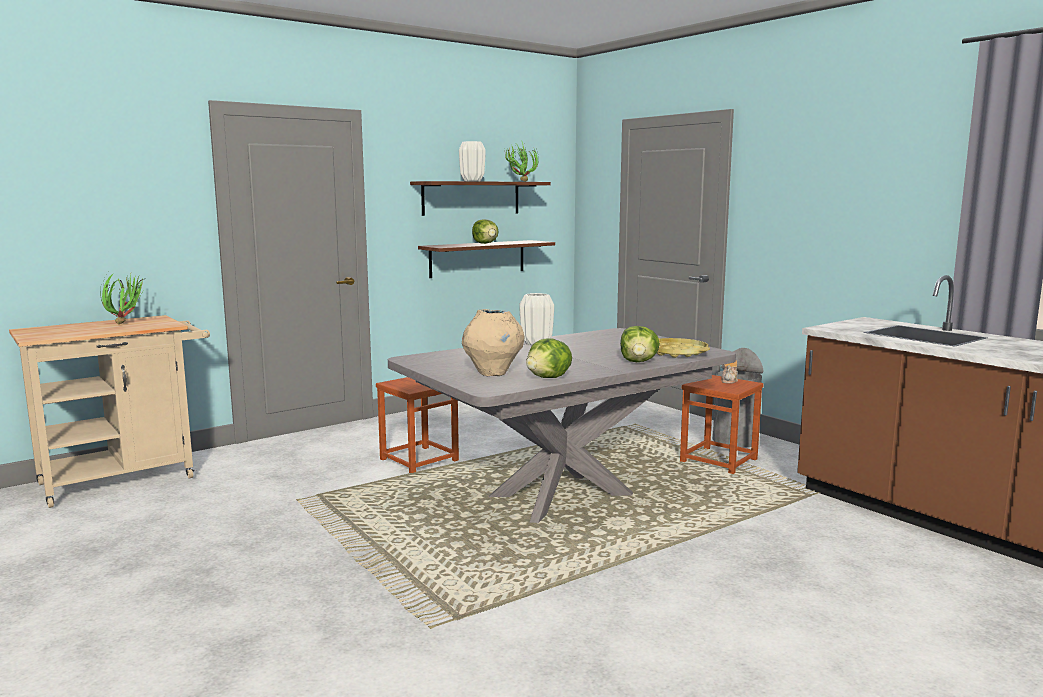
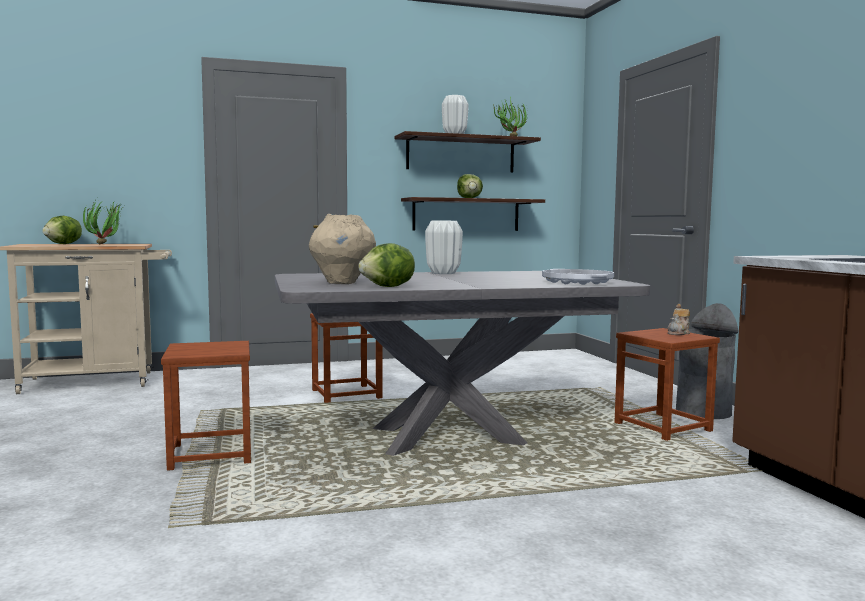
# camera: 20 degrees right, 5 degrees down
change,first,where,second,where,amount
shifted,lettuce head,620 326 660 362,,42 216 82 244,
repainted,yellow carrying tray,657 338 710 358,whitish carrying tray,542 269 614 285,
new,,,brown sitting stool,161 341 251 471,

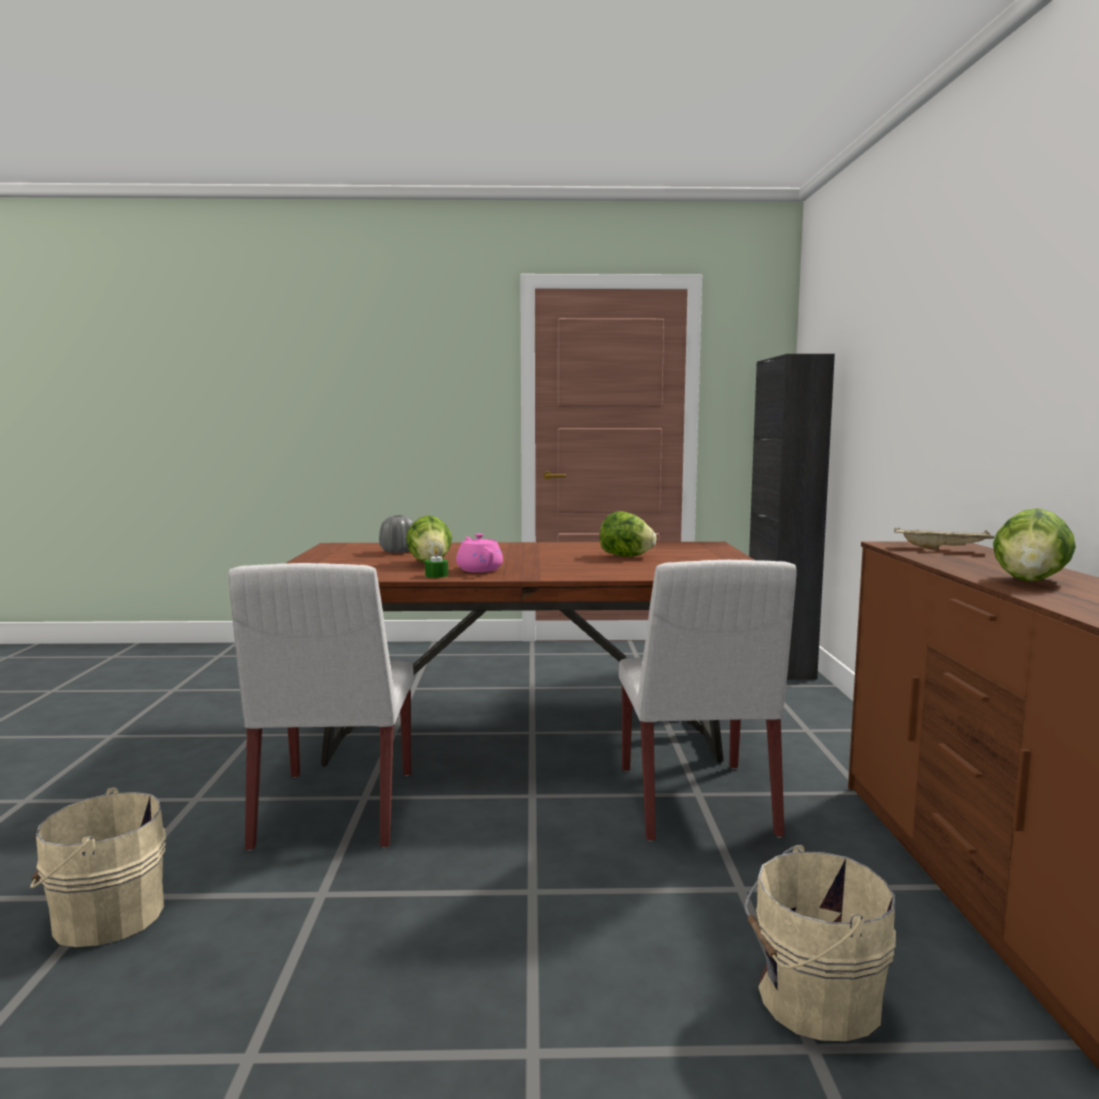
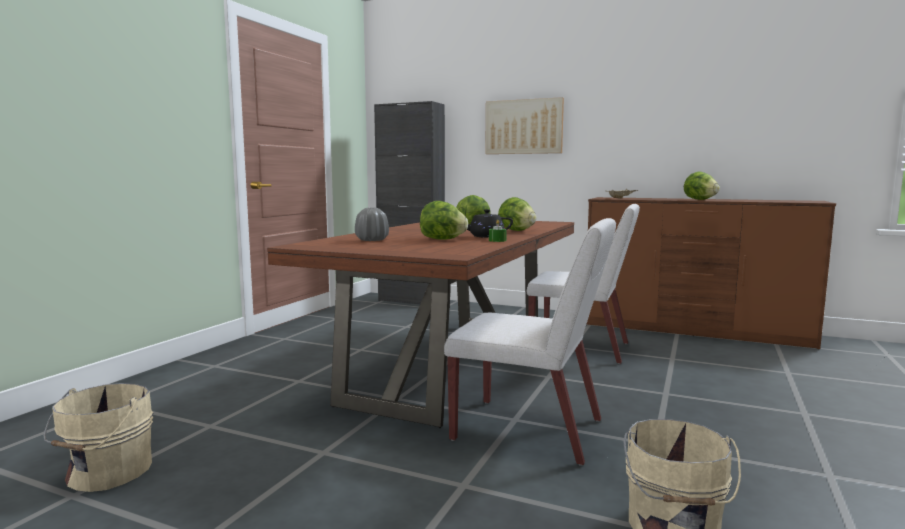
# camera: 65 degrees left, 0 degrees up
change,first,where,second,where,amount
repainted,pink teapot,456 534 503 572,black-coloured teapot,467 209 513 238,
shifted,beige-coloured pail,744 845 896 1041,,44 383 153 492,
new,,,picture,485 97 564 154,
new,,,lettuce head,498 197 537 231,

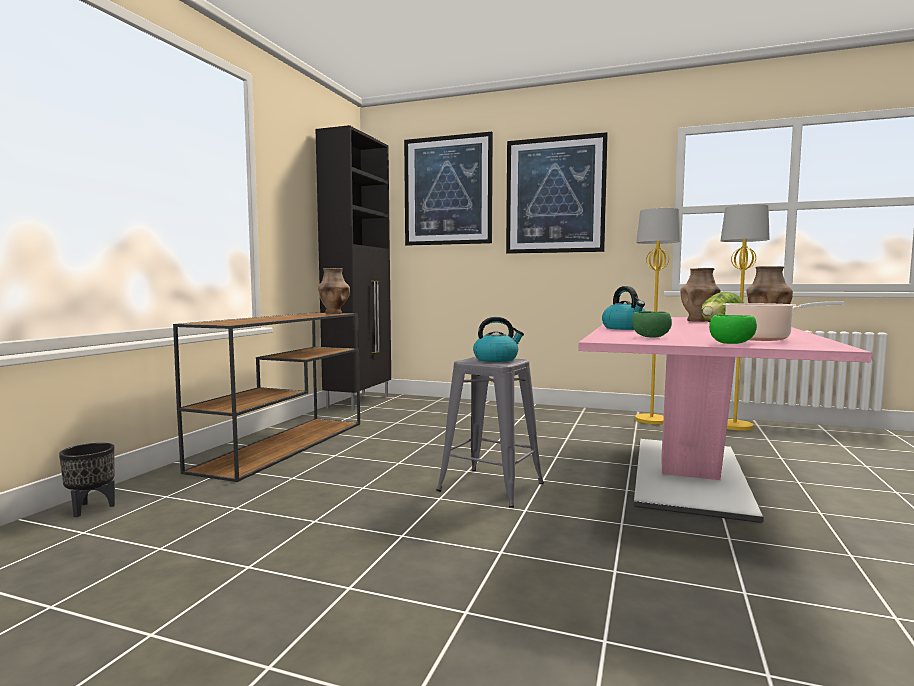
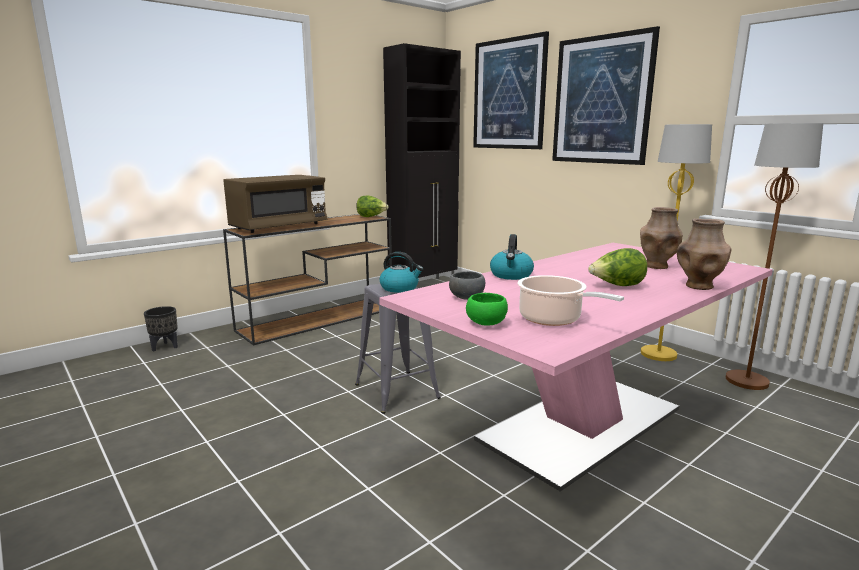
# camera: 30 degrees right, 10 degrees up
change,first,where,second,where,amount
repainted,yellow standing lamp,721 204 770 431,brown standing lamp,726 123 823 390,
swapped,brown decorative vase,318 268 350 314,lettuce head,356 196 388 217,
repainted,greenish bowl,632 311 672 338,grey bowl,449 271 485 300,
new,,,brown microwave oven,223 175 327 233,

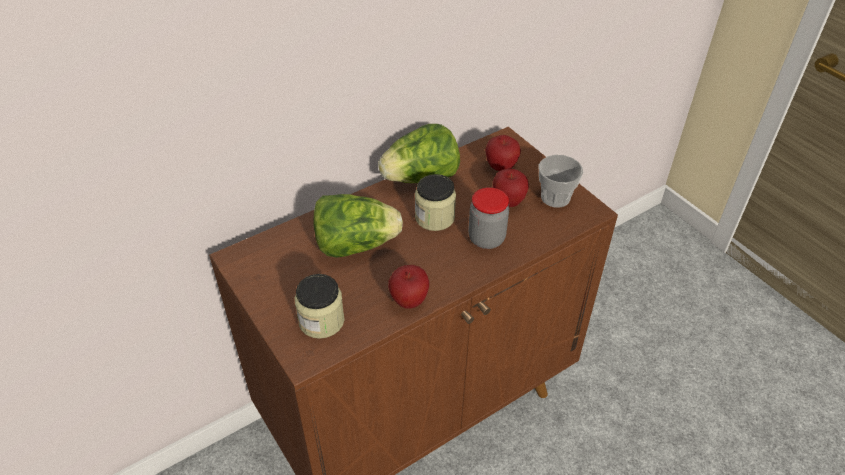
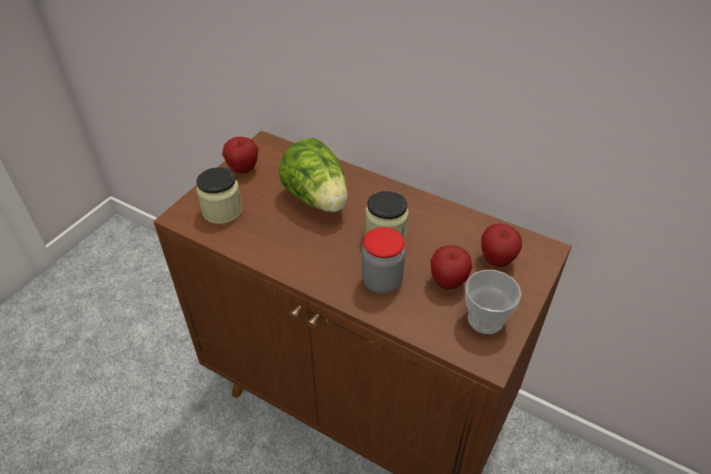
# camera: 65 degrees right, 0 degrees up
change,first,where,second,where,amount
gone,lettuce head,378 124 460 183,,,
shifted,apple fruit,388 265 429 309,,222 137 258 174,

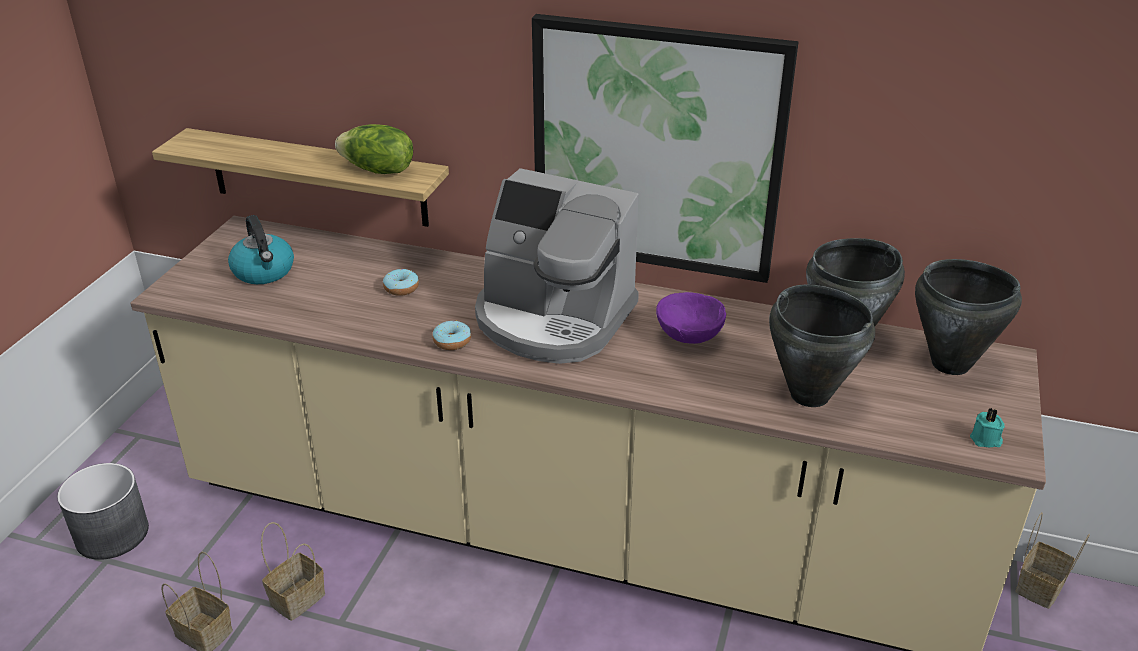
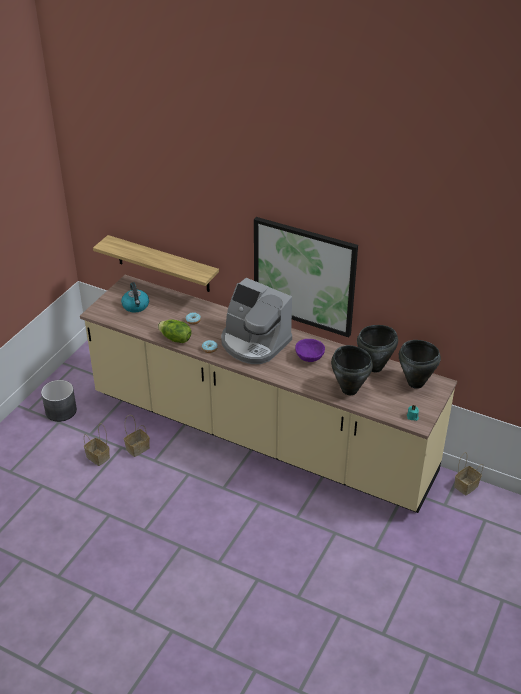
# camera: 10 degrees right, 5 degrees up
change,first,where,second,where,amount
shifted,lettuce head,335 124 413 174,,158 319 191 343,

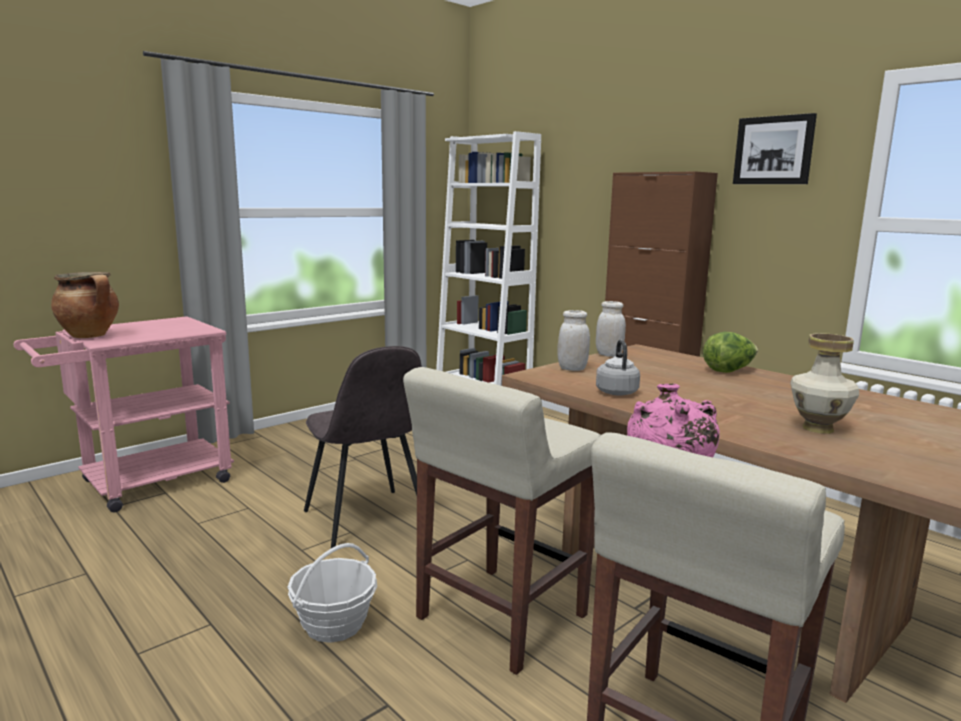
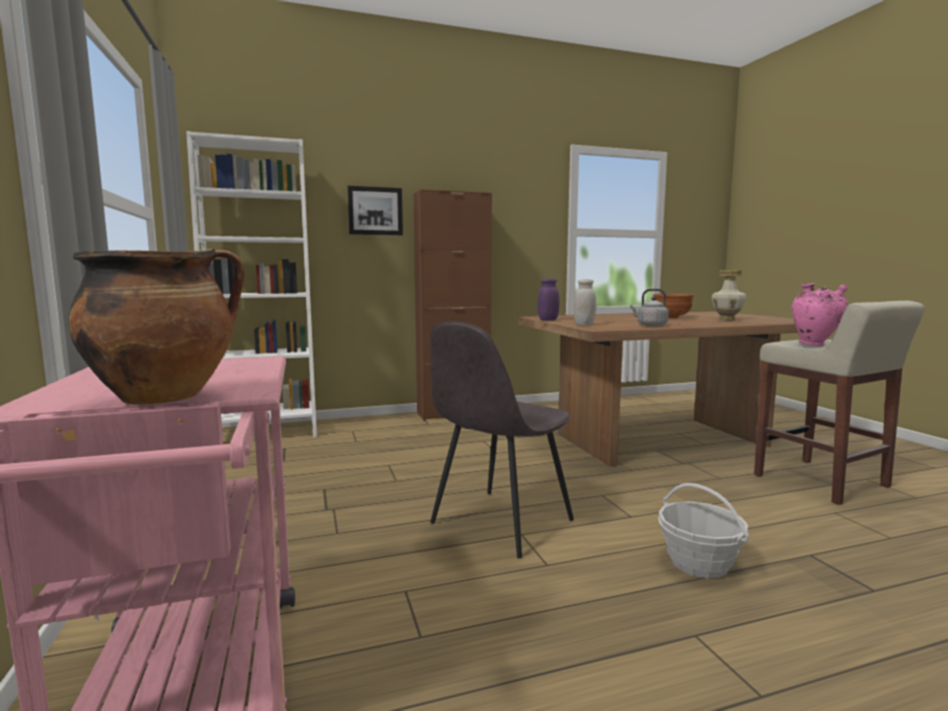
# camera: 65 degrees left, 5 degrees down
change,first,where,second,where,amount
shifted,picture,733 113 817 184,,347 186 403 235,
repainted,whitish preserve jar,596 301 626 357,purple-coloured preserve jar,538 279 560 320,
gone,lettuce head,703 332 758 373,,,
rotated,grey chair,304 346 422 548,,430 321 574 558,135 degrees clockwise
gone,beige-coloured sitting stool,403 367 601 675,,,
new,,,brown bowl,653 294 694 318,

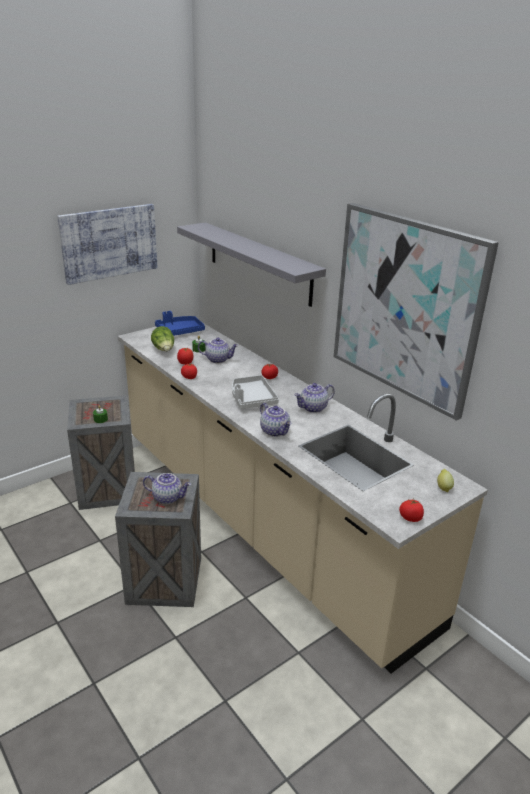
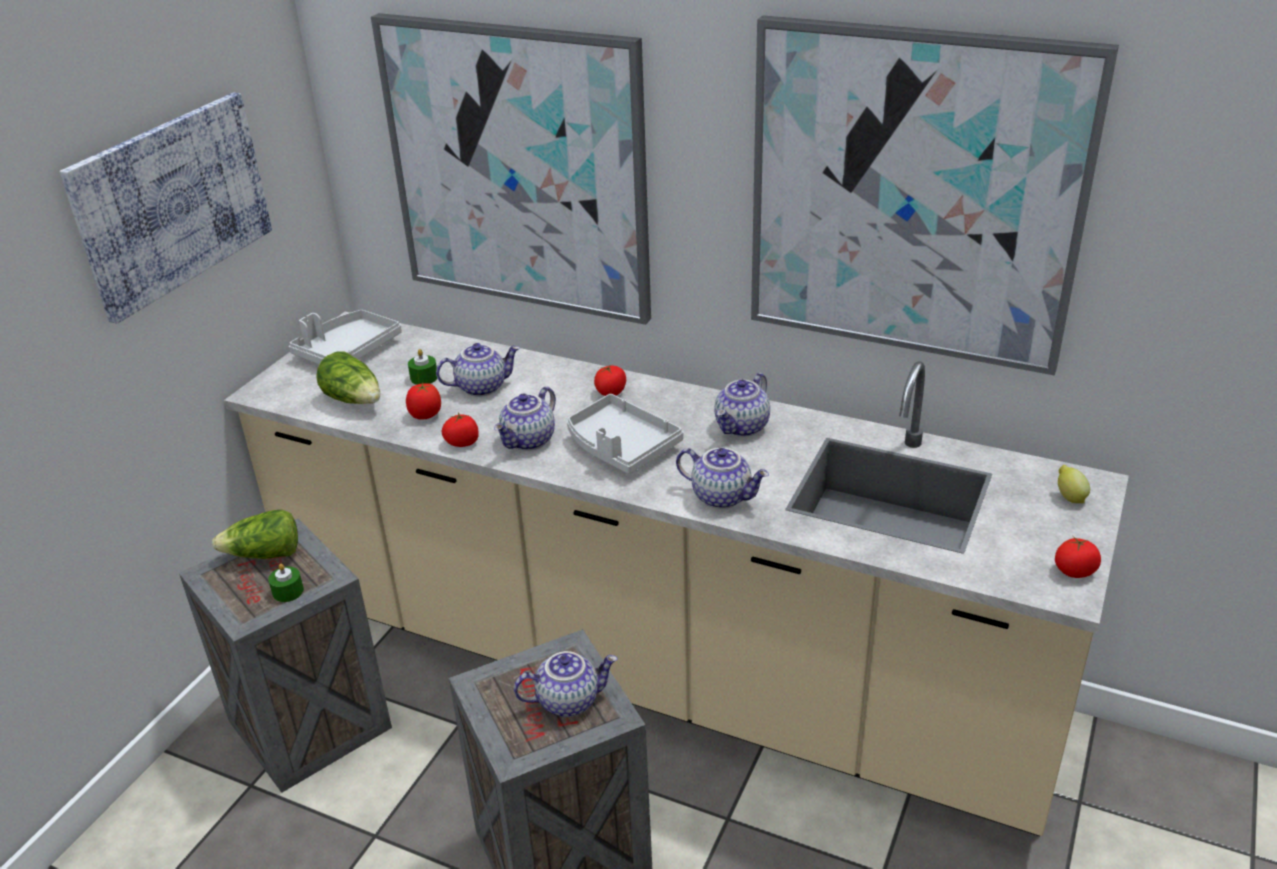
# camera: 25 degrees left, 5 degrees up
change,first,where,second,where,amount
swapped,grey wall shelf,177 222 326 307,picture,371 13 651 325,
repainted,bluish carrying tray,155 311 205 336,grey carrying tray,289 310 402 364,
new,,,teapot,494 386 556 451,
new,,,lettuce head,212 510 298 559,

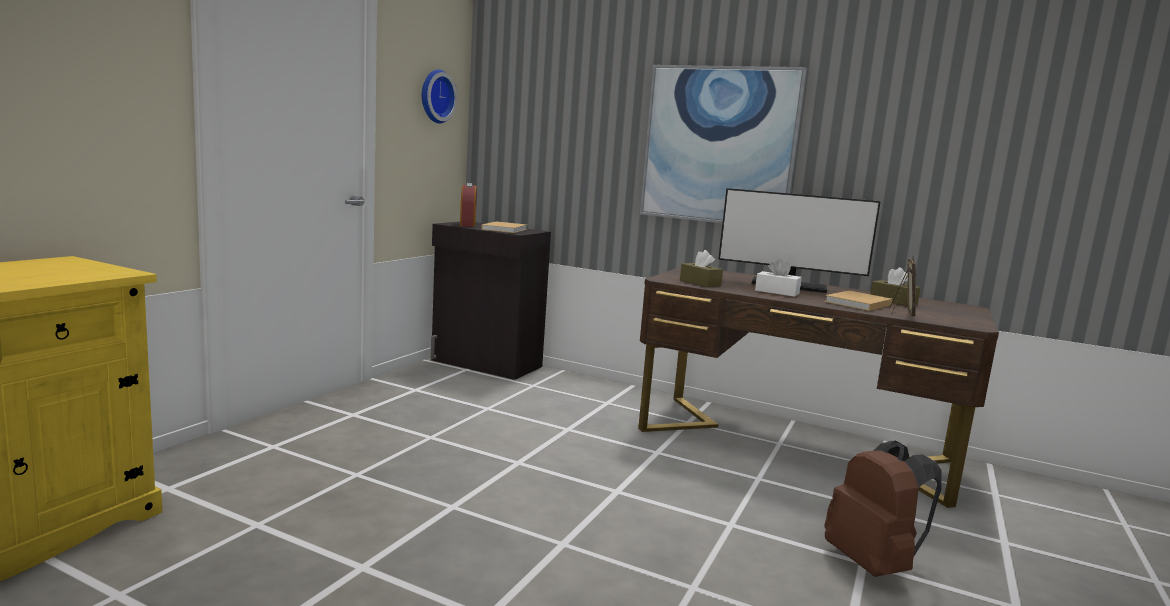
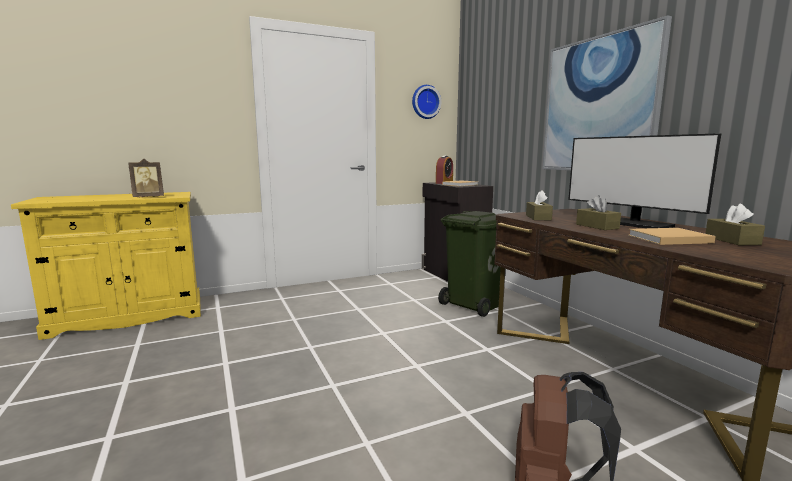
# camera: 40 degrees right, 0 degrees up
change,first,where,second,where,amount
shifted,photo frame,889 256 916 317,,128 159 164 197,
repainted,whitish box of tissues,755 259 802 297,brown box of tissues,576 195 621 230,
new,,,greenish trash can,438 211 501 317,

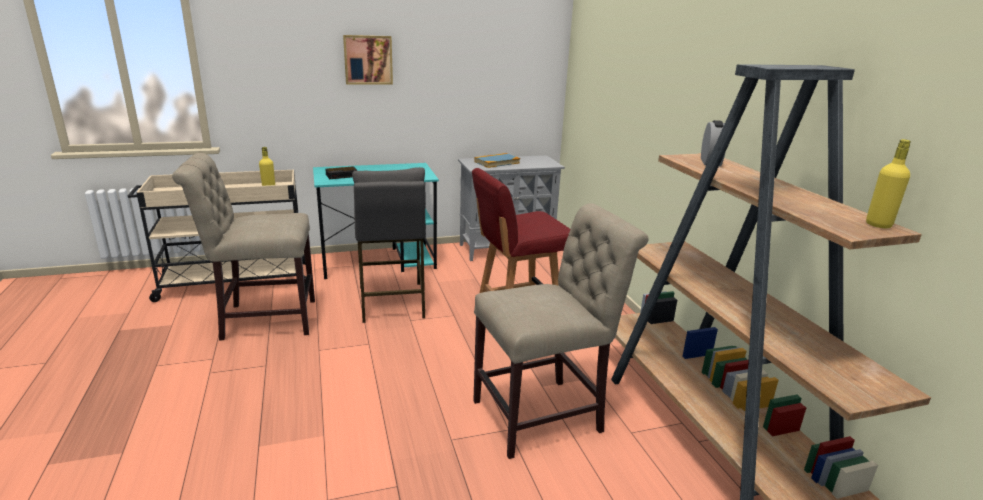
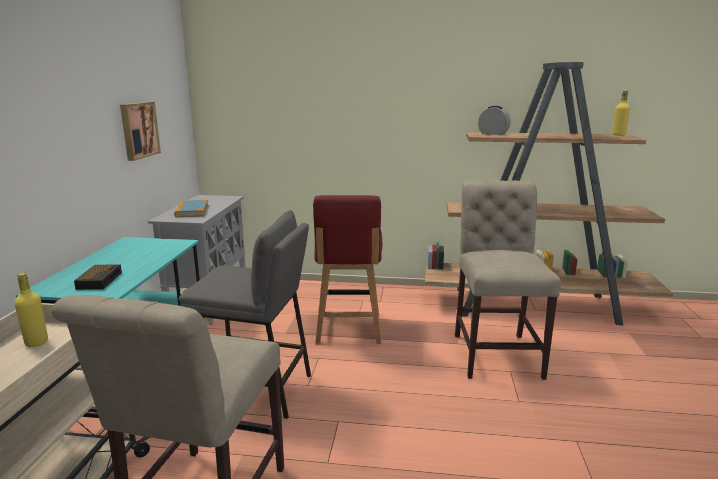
# camera: 65 degrees left, 5 degrees down
change,first,where,second,where,amount
shifted,picture,343 35 393 85,,120 102 161 161,

